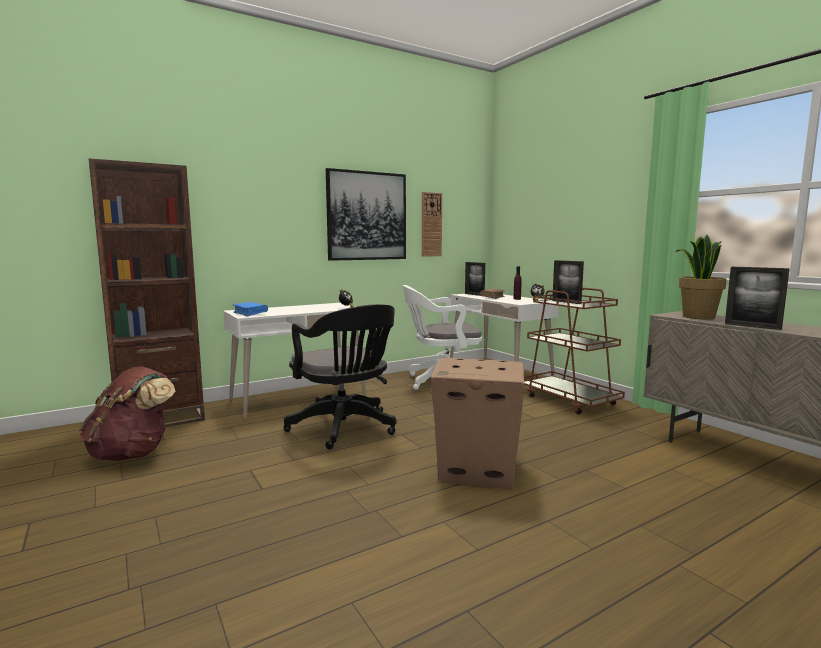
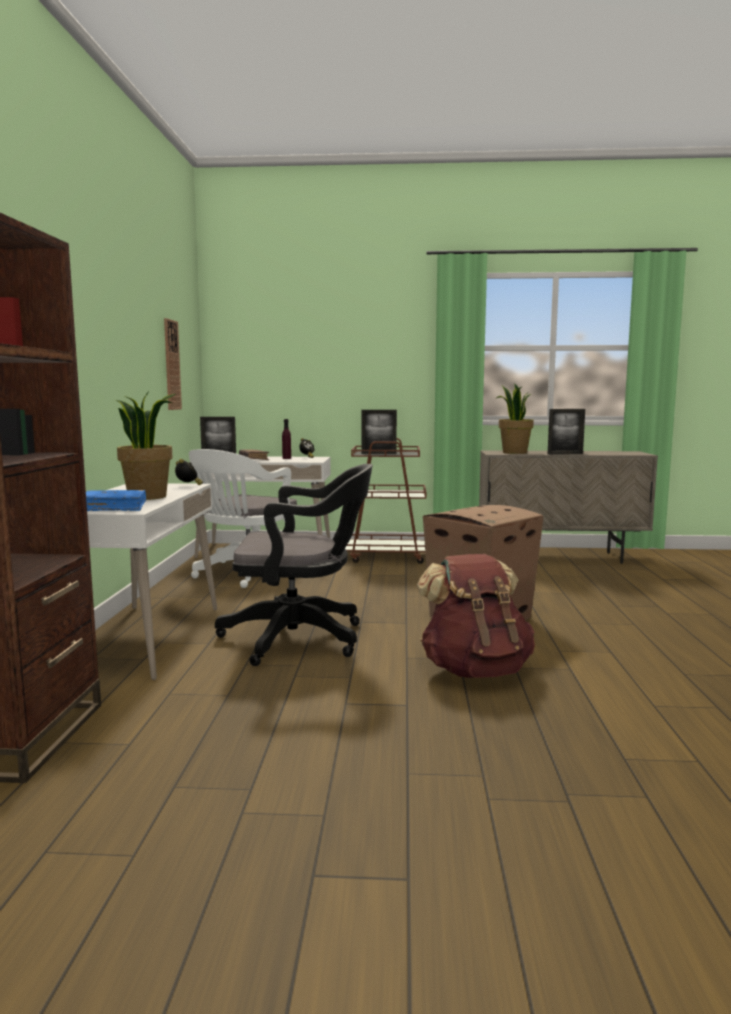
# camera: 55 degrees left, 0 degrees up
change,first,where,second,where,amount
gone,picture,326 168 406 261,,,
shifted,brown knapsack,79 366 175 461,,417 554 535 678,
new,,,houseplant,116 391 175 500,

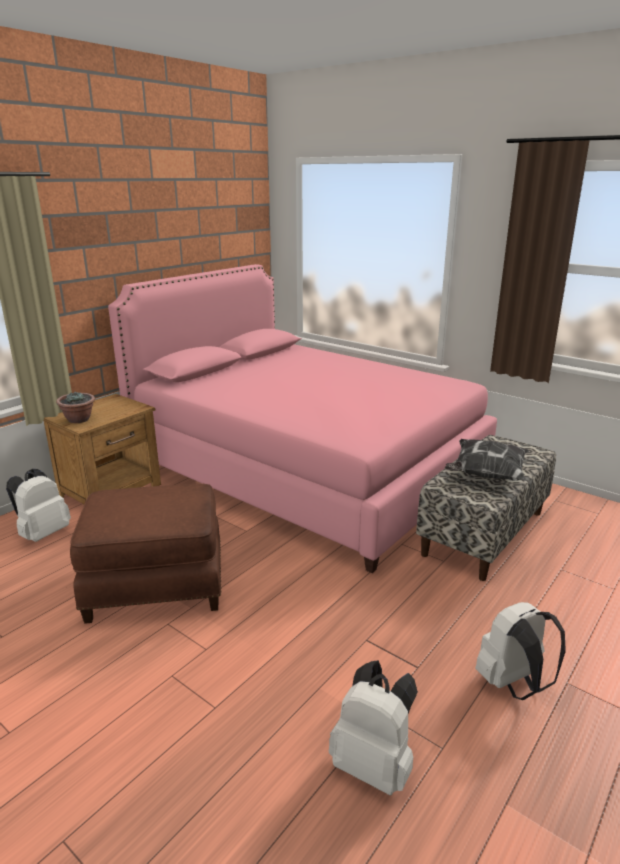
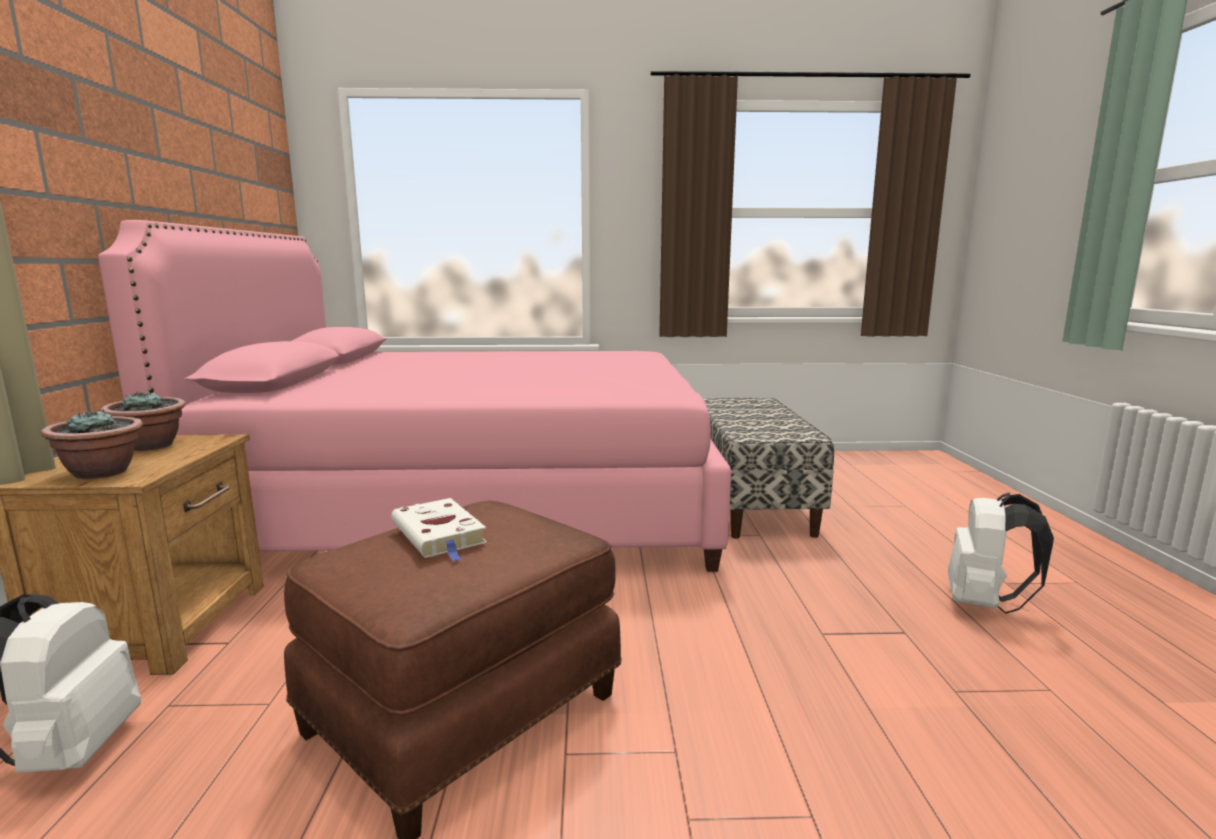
# camera: 40 degrees left, 10 degrees down
change,first,where,second,where,amount
gone,pillow,445 439 529 480,,,
gone,whitish knapsack,329 660 418 796,,,
new,,,houseplant,101 391 186 451,
new,,,whitish bound book,391 498 487 561,

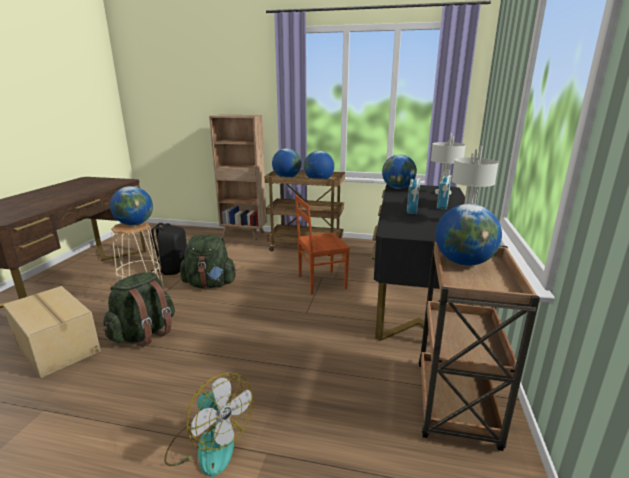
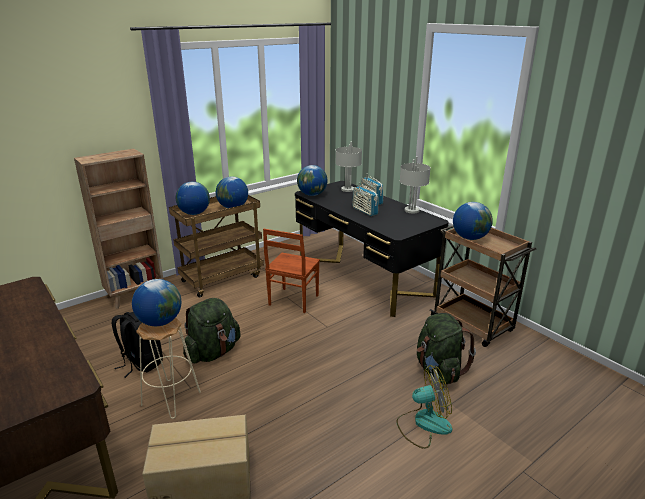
# camera: 50 degrees left, 5 degrees up
change,first,where,second,where,amount
shifted,greenish knapsack,103 272 175 347,,417 313 476 385,

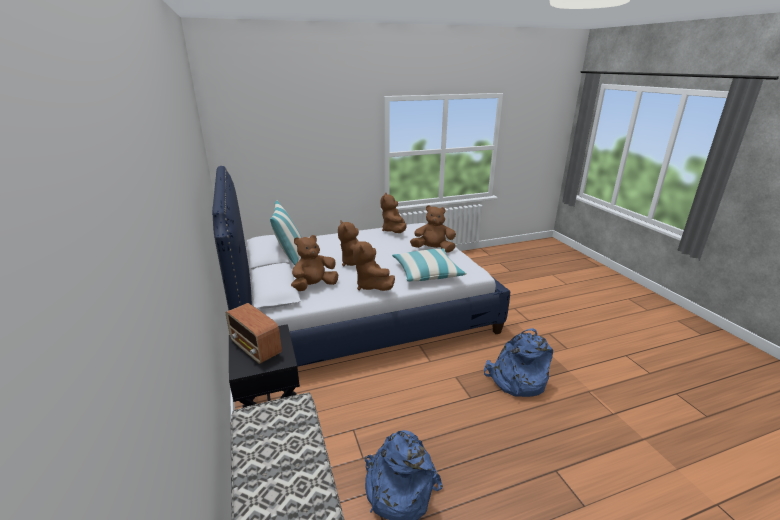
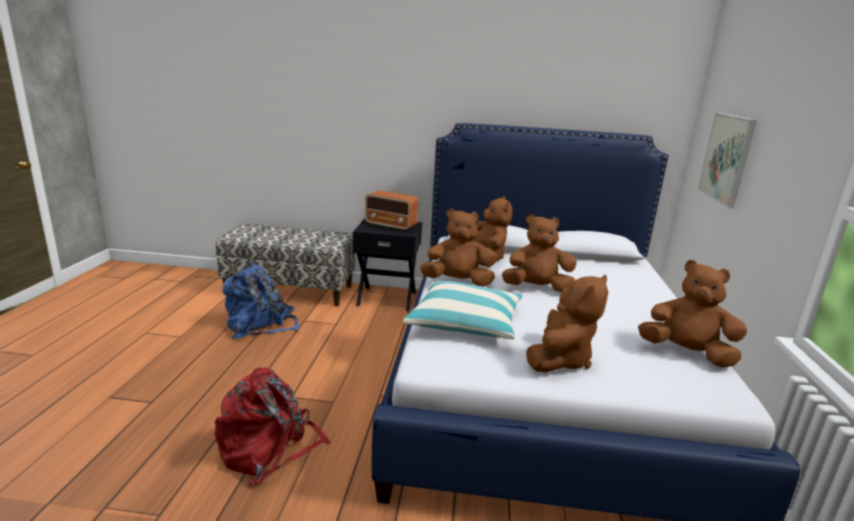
# camera: 115 degrees right, 5 degrees down
change,first,where,second,where,amount
gone,pillow,270 201 301 265,,,
rotated,radio,226 303 282 364,,365 191 418 231,135 degrees counterclockwise
repainted,bluish knapsack,484 328 553 397,red-coloured knapsack,214 367 331 486,
new,,,picture,698 113 757 208,

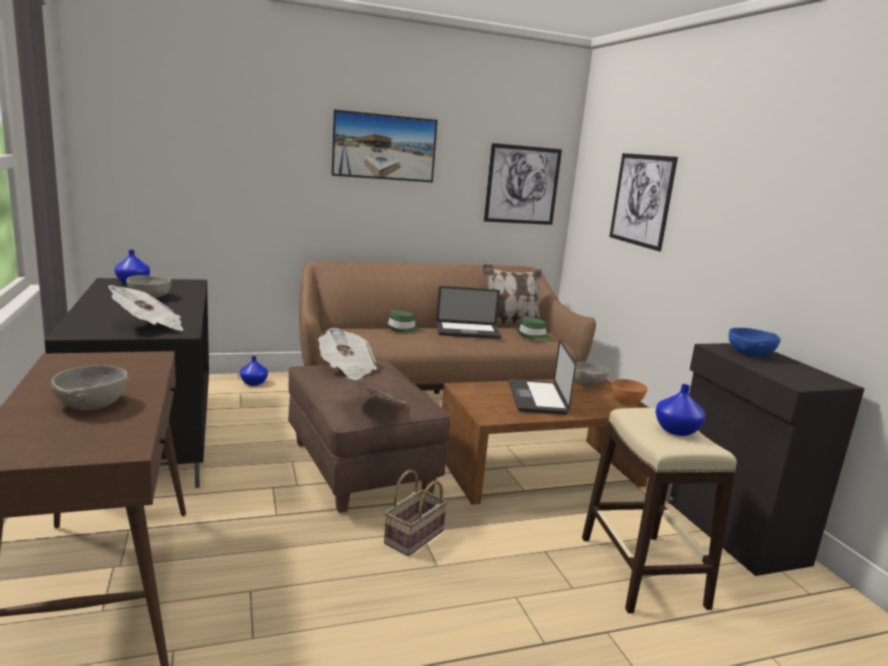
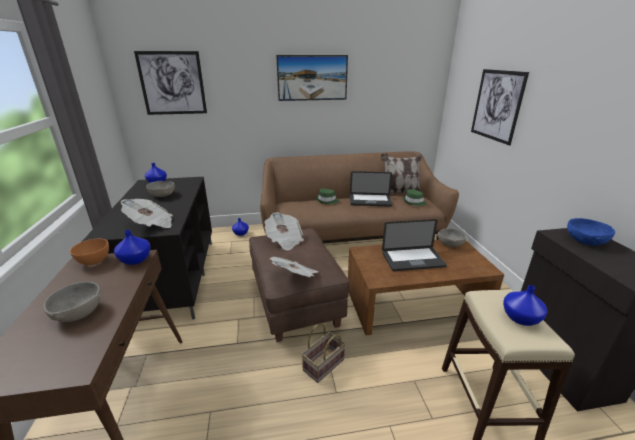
# camera: 10 degrees right, 10 degrees up
change,first,where,second,where,amount
shifted,picture,484 143 562 225,,134 51 207 115,
rotated,laptop,509 339 576 415,,382 219 447 271,105 degrees counterclockwise
shifted,orangey bowl,612 379 648 405,,70 239 109 265,
new,,,bluish decorative vase,114 230 151 265,

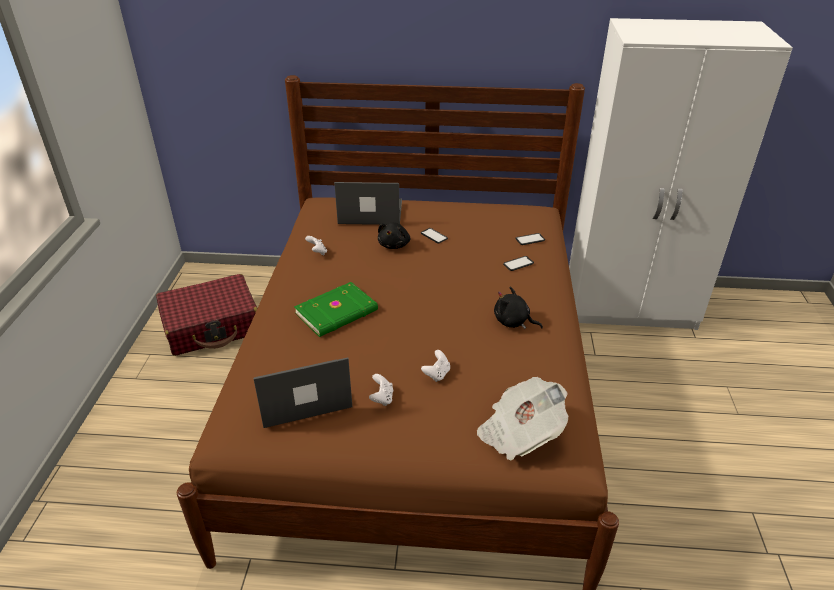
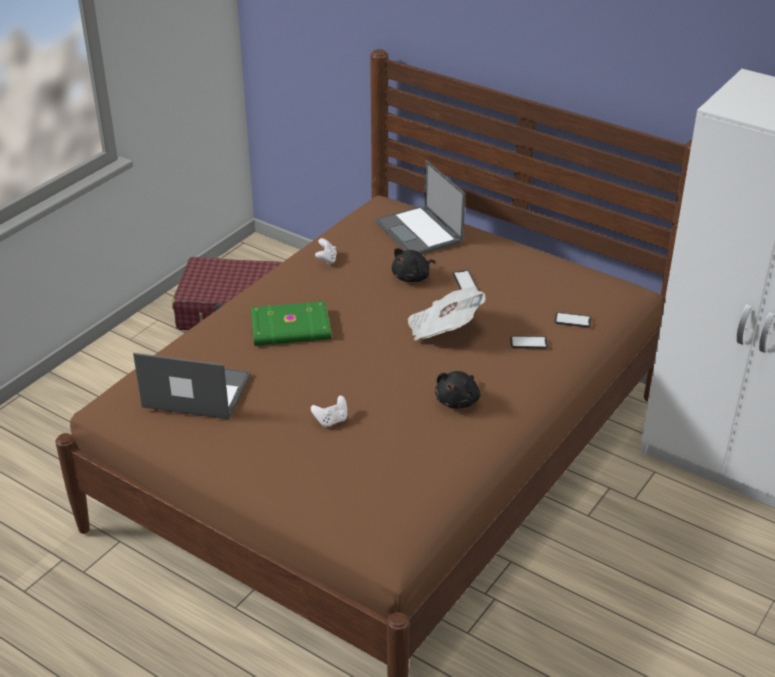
# camera: 30 degrees right, 0 degrees up
change,first,where,second,where,amount
rotated,laptop,334 182 402 225,,375 160 465 254,150 degrees counterclockwise
rotated,black-coloured plush toy,494 286 543 329,,435 371 480 408,120 degrees counterclockwise
gone,whitish game controller,369 374 393 406,,,
shifted,newspaper,477 377 569 461,,408 286 486 340,

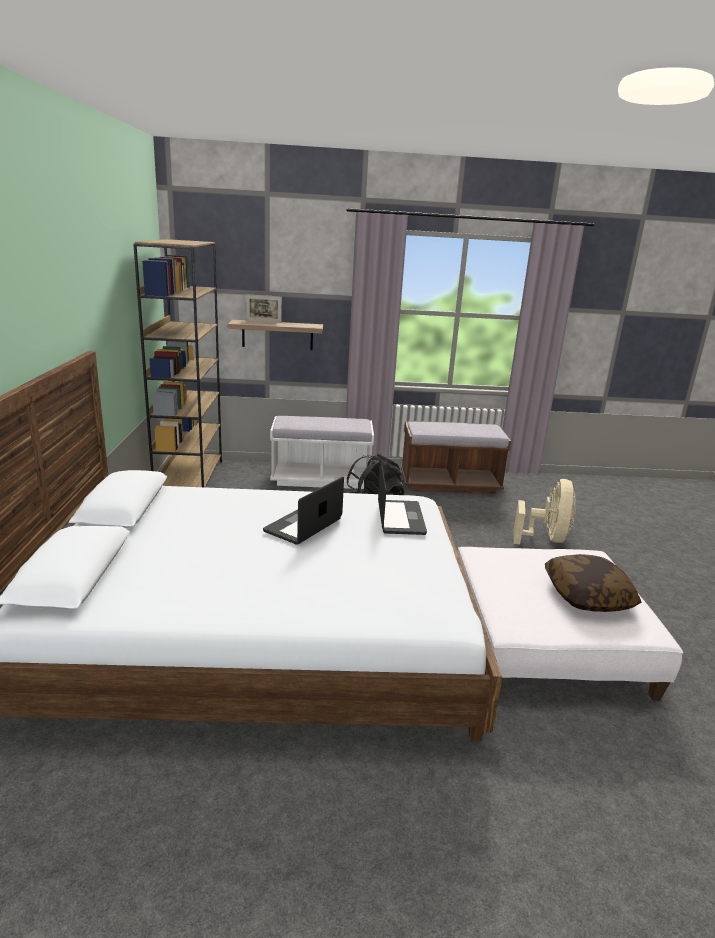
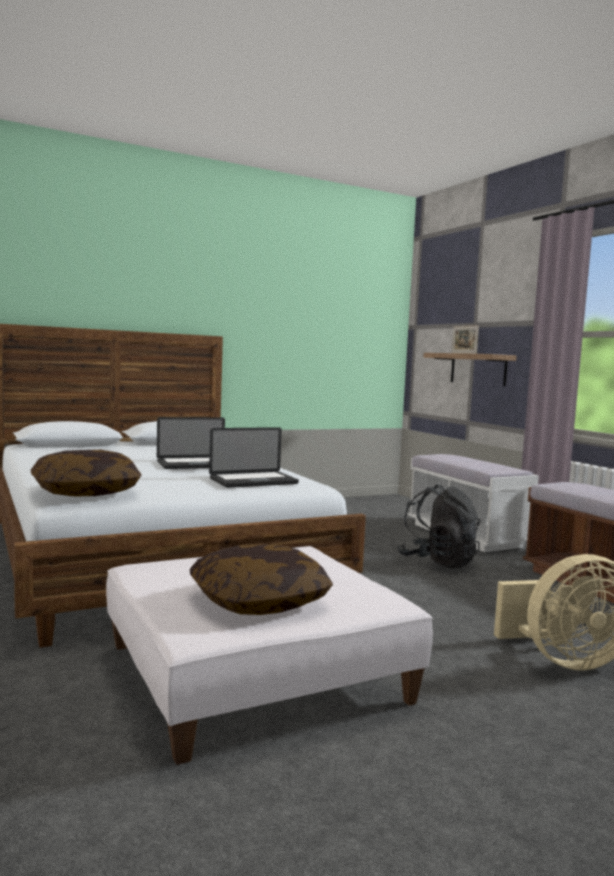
# camera: 65 degrees right, 15 degrees down
change,first,where,second,where,amount
gone,brown bookshelf,133 239 222 487,,,
rotated,laptop,263 477 344 545,,157 417 225 469,150 degrees clockwise
new,,,pillow,31 450 142 496,

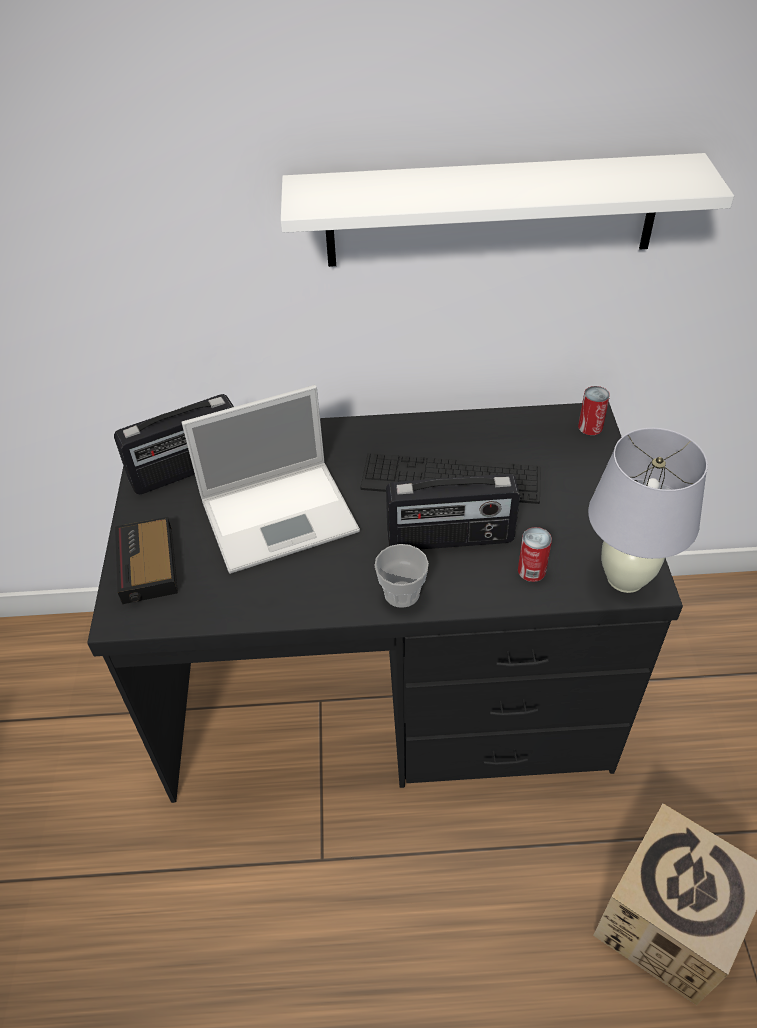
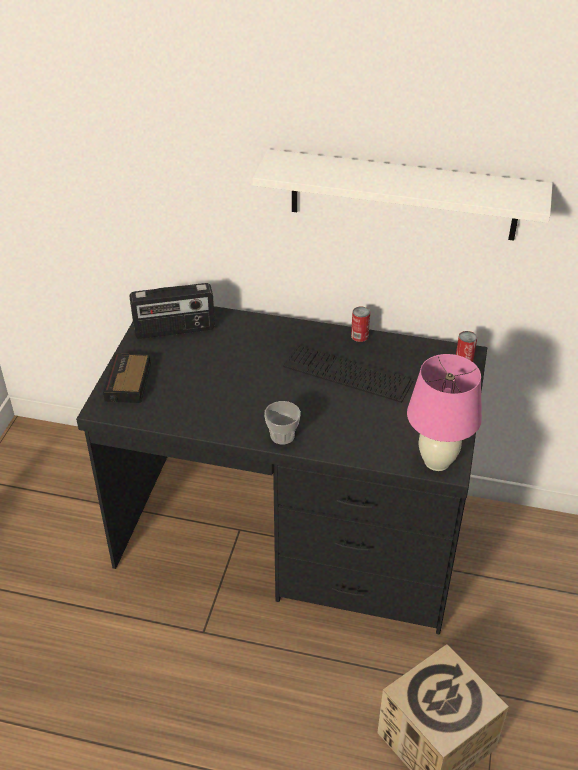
# camera: 15 degrees right, 5 degrees down
change,first,where,second,where,amount
gone,laptop,181 385 360 574,,,
repainted,whitish tabletop lamp,588 428 708 593,pink tabletop lamp,407 354 482 471,
gone,radio,386 474 520 549,,,
shifted,can,518 527 552 582,,351 306 370 342,

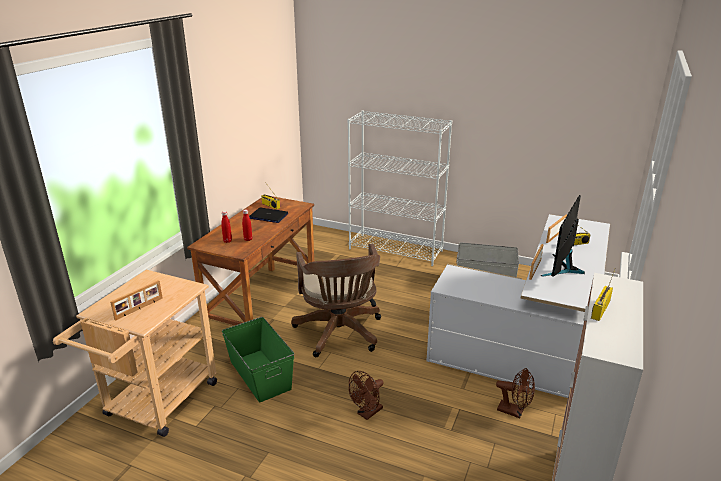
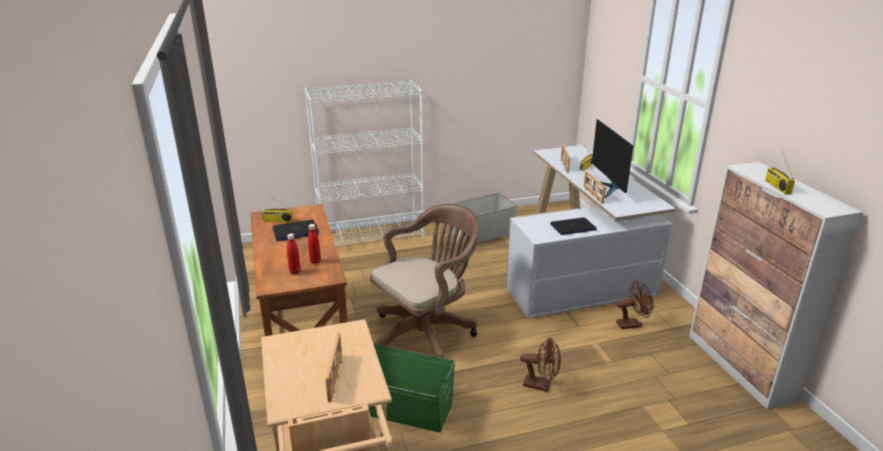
# camera: 40 degrees left, 0 degrees up
change,first,where,second,where,amount
rotated,brown office chair,291 244 381 357,,370 204 479 358,75 degrees counterclockwise
rotated,brown cooling fan,349 371 384 420,,520 337 561 392,75 degrees counterclockwise
new,,,laptop,550 217 597 235,

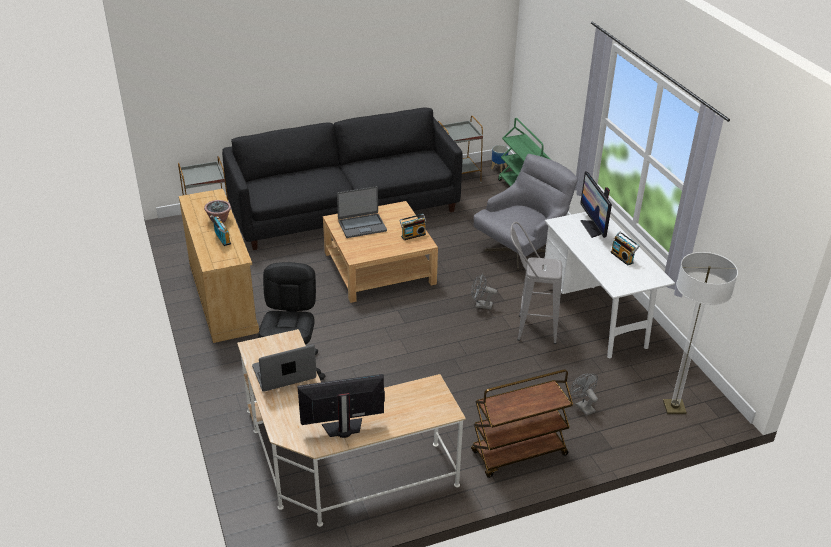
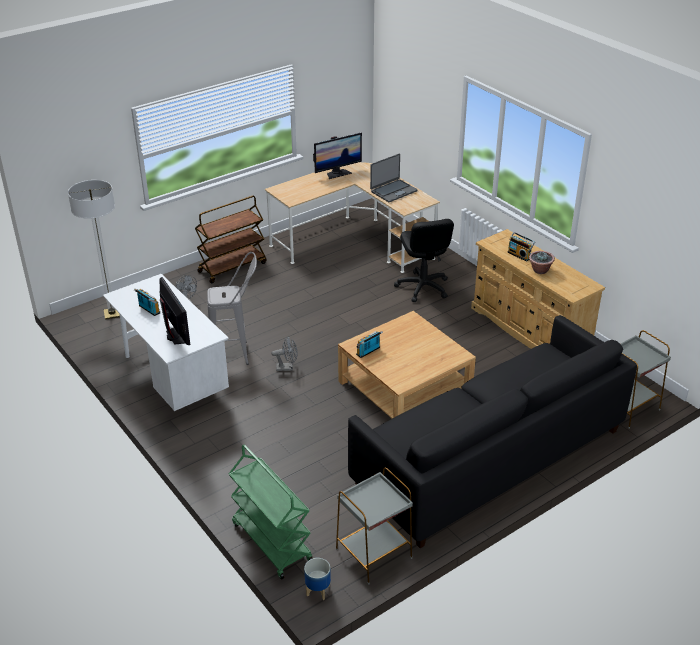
# camera: 165 degrees right, 0 degrees up
change,first,where,second,where,amount
gone,grey lounge chair,474 154 578 270,,,
gone,laptop,337 186 387 238,,,

